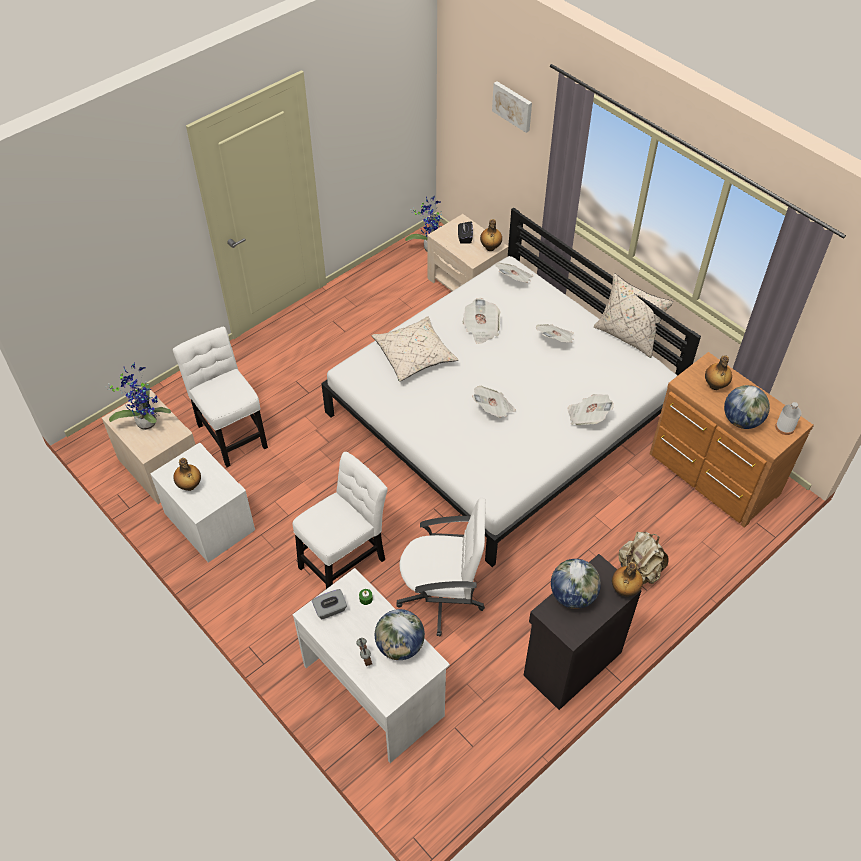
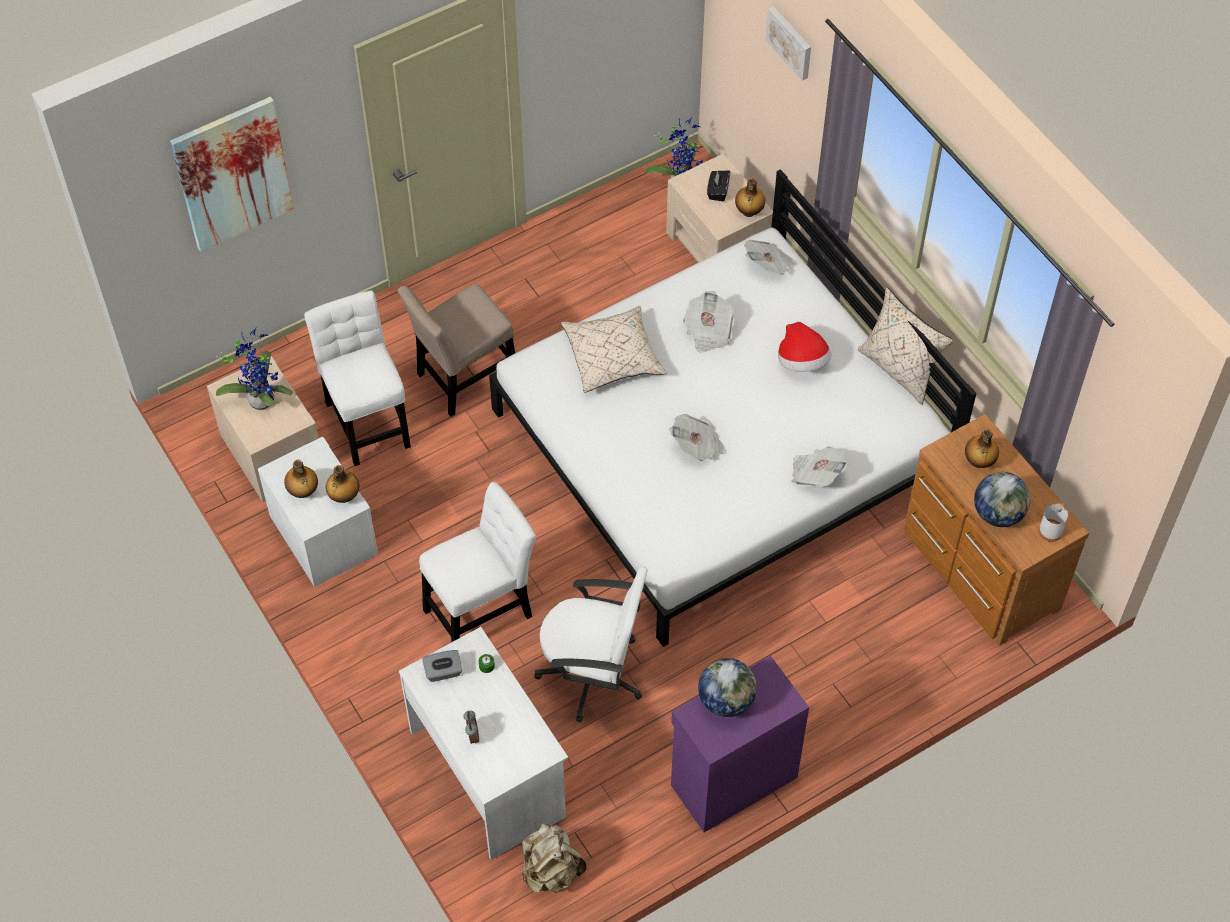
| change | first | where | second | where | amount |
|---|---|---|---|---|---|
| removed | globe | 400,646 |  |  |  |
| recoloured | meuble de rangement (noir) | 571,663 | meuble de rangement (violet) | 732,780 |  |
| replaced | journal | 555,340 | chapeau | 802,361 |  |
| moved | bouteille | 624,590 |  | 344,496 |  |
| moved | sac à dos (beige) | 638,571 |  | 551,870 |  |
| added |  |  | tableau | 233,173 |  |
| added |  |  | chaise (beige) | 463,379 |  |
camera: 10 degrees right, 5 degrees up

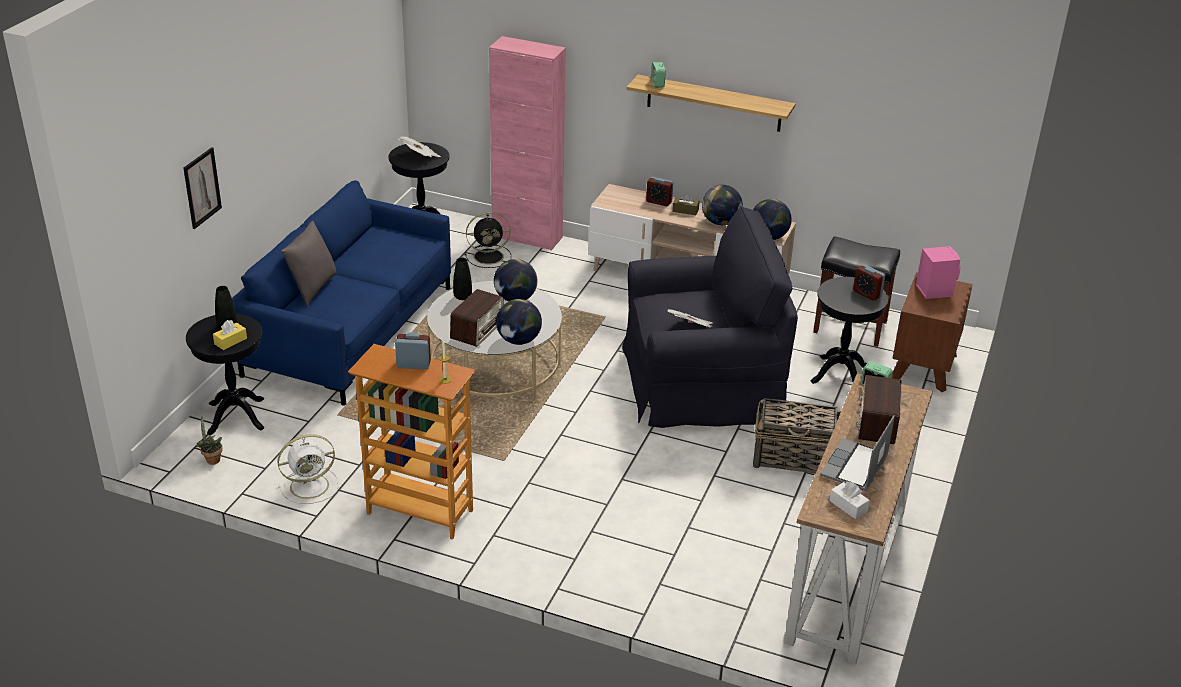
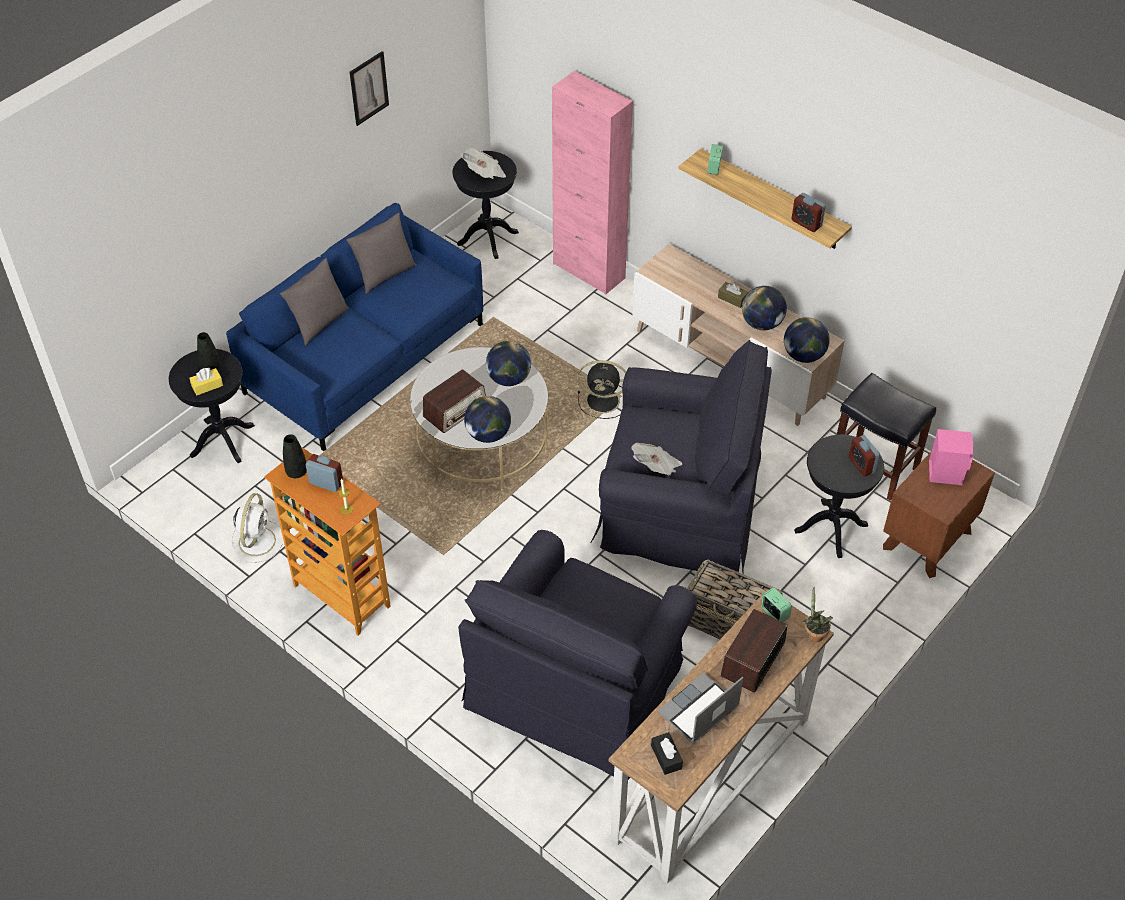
| change | first | where | second | where | amount |
|---|---|---|---|---|---|
| moved | tableau | 202,188 |  | 369,88 |  |
| moved | plante en pot | 211,459 |  | 813,634 |  |
| turned | ventilateur (blanc) | 311,486 |  | 257,540 | 75 degrees counterclockwise |
| moved | vase (noir) | 462,297 |  | 296,472 |  |
| moved | ventilateur (noir) | 490,256 |  | 604,401 |  |
| moved | réveil | 659,202 |  | 806,223 |  |
| recoloured | boîte à mouchoirs (blanc) | 848,506 | boîte à mouchoirs (noir) | 666,757 |  |
| added |  |  | coussin (gris) | 384,275 |  |
| added |  |  | fauteuil (noir) | 579,683 |  |
camera: 20 degrees right, 15 degrees up

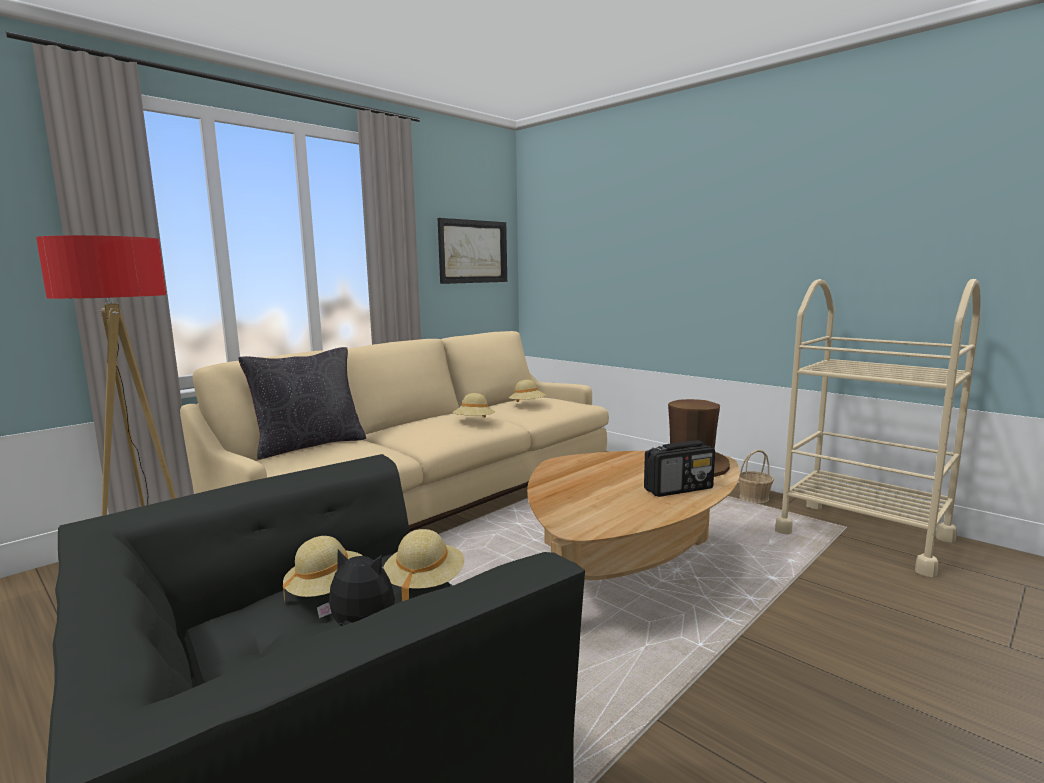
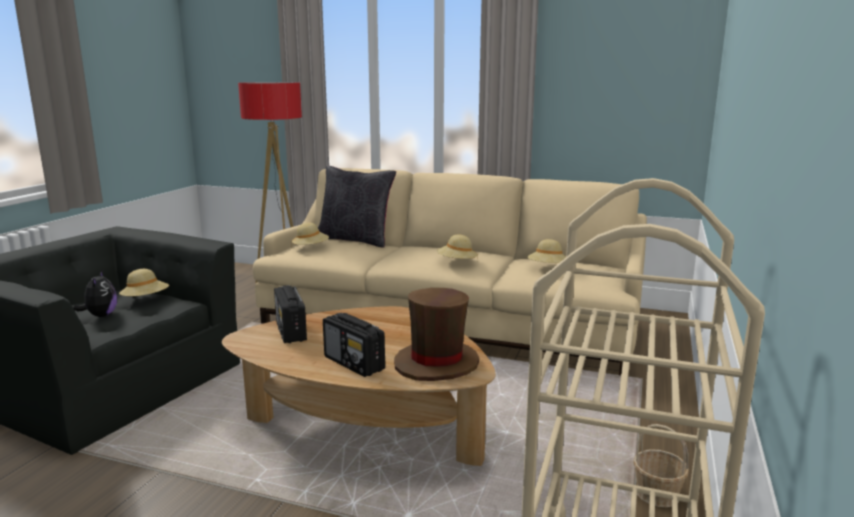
| change | first | where | second | where | amount |
|---|---|---|---|---|---|
| moved | chapeau (beige) | 424,583 |  | 310,248 |  |
| removed | tableau | 473,251 |  |  |  |
| added |  |  | radio | 291,332 |  |
camera: 65 degrees right, 5 degrees up

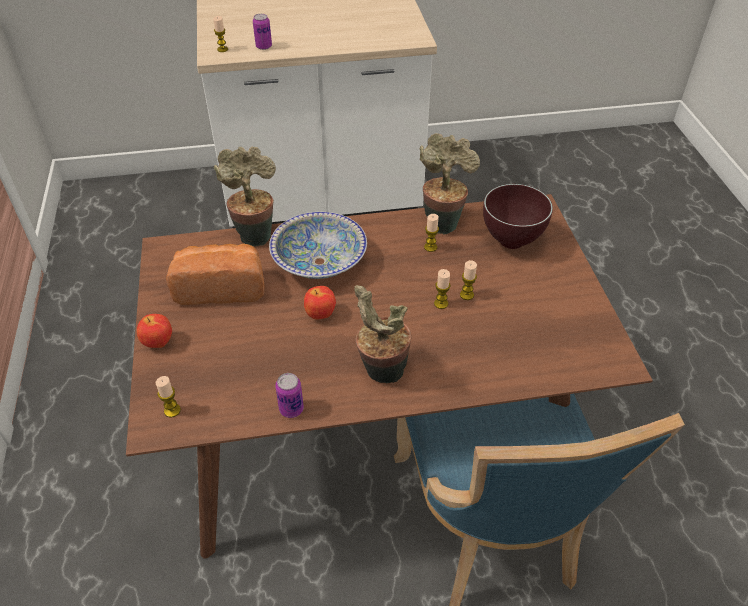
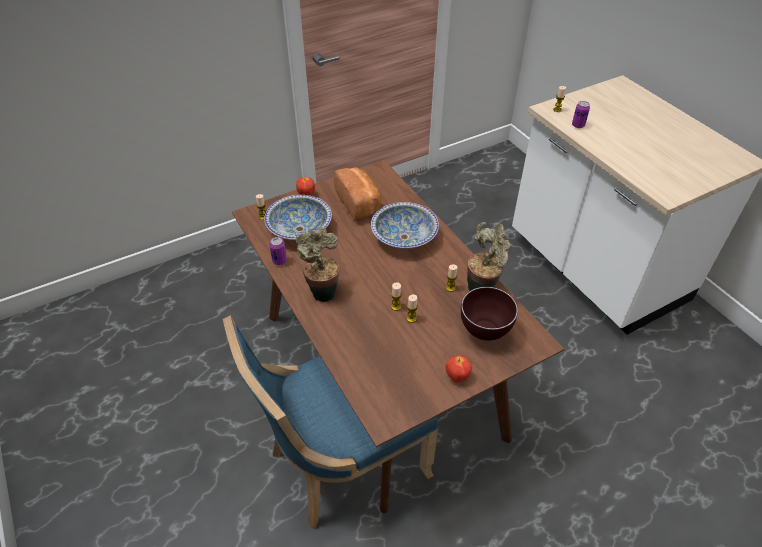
| change | first | where | second | where | amount |
|---|---|---|---|---|---|
| removed | plante en pot | 254,234 |  |  |  |
| moved | pomme | 320,315 |  | 457,377 |  |
| added |  |  | bol | 299,229 |  |
camera: 70 degrees right, 0 degrees up

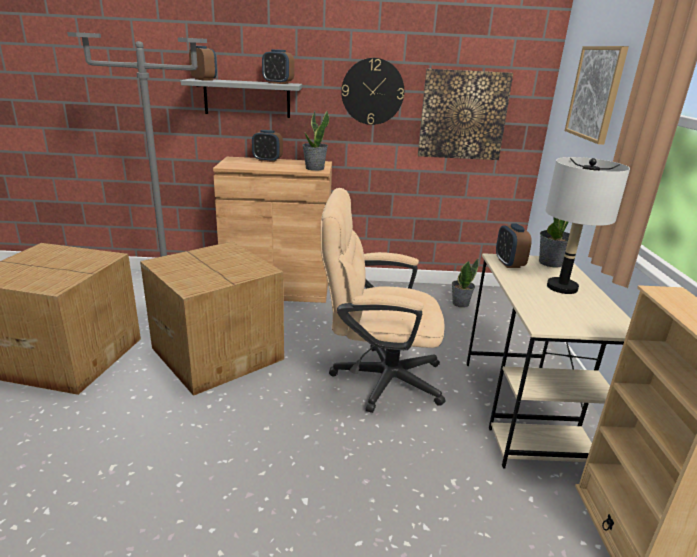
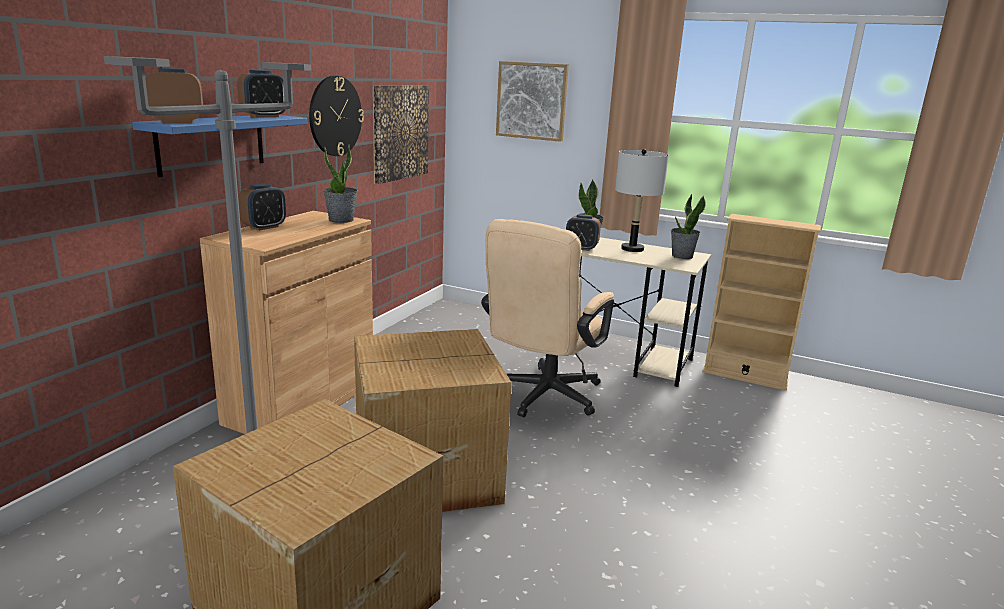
| change | first | where | second | where | amount |
|---|---|---|---|---|---|
| recoloured | étagère (gris) | 247,98 | étagère (bleu) | 212,143 |  |
| moved | plante en pot | 460,303 |  | 681,256 |  |
camera: 65 degrees left, 5 degrees down

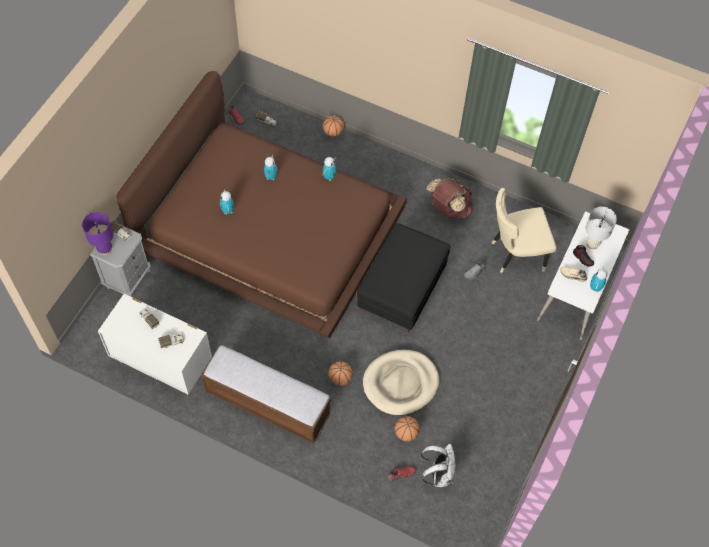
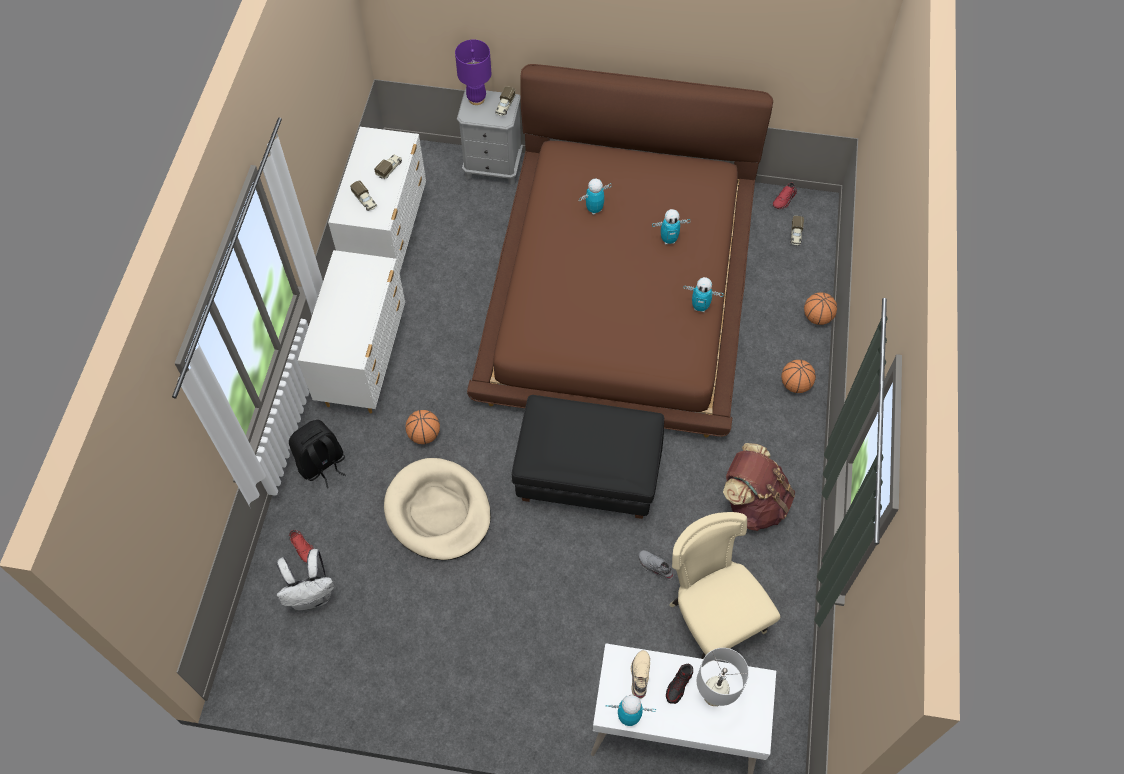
| change | first | where | second | where | amount |
|---|---|---|---|---|---|
| replaced | banc | 267,403 | commode (blanc) | 364,362 |  |
| moved | ballon de basket | 406,433 |  | 795,384 |  |
| added |  |  | sac à dos (noir) | 322,464 |  |
camera: 75 degrees right, 0 degrees up

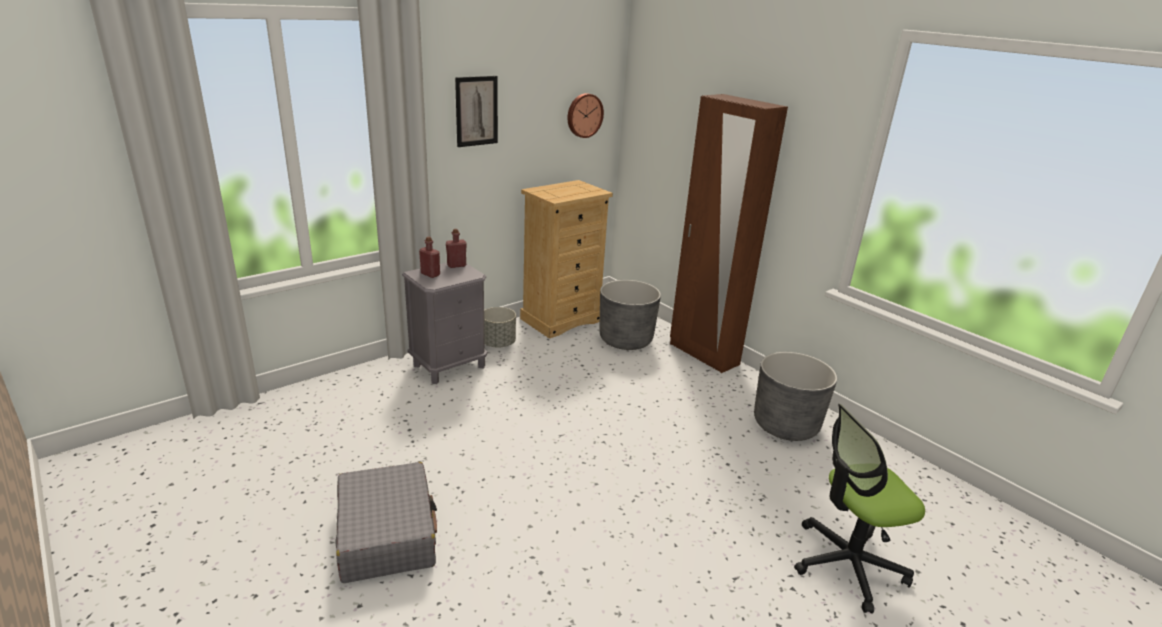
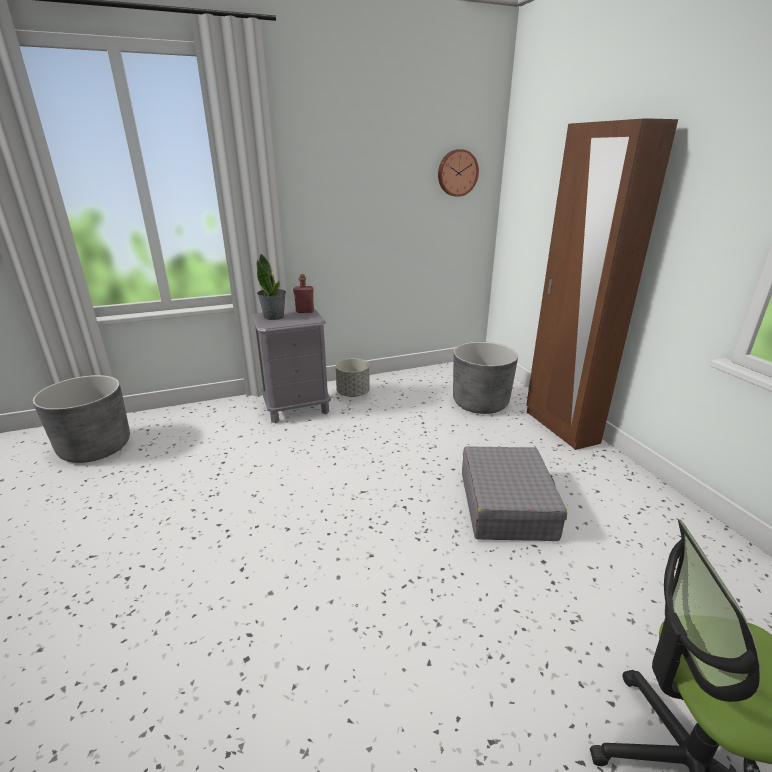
| change | first | where | second | where | amount |
|---|---|---|---|---|---|
| moved | valise (gris) | 387,533 |  | 506,505 |  |
| replaced | bouteille (rouge) | 430,274 | plante en pot | 274,316 |  |
| removed | tableau | 476,111 |  |  |  |
| removed | commode (beige) | 561,319 |  |  |  |
| moved | cache-pot (gris) | 785,425 |  | 95,447 |  |
camera: 20 degrees right, 0 degrees up

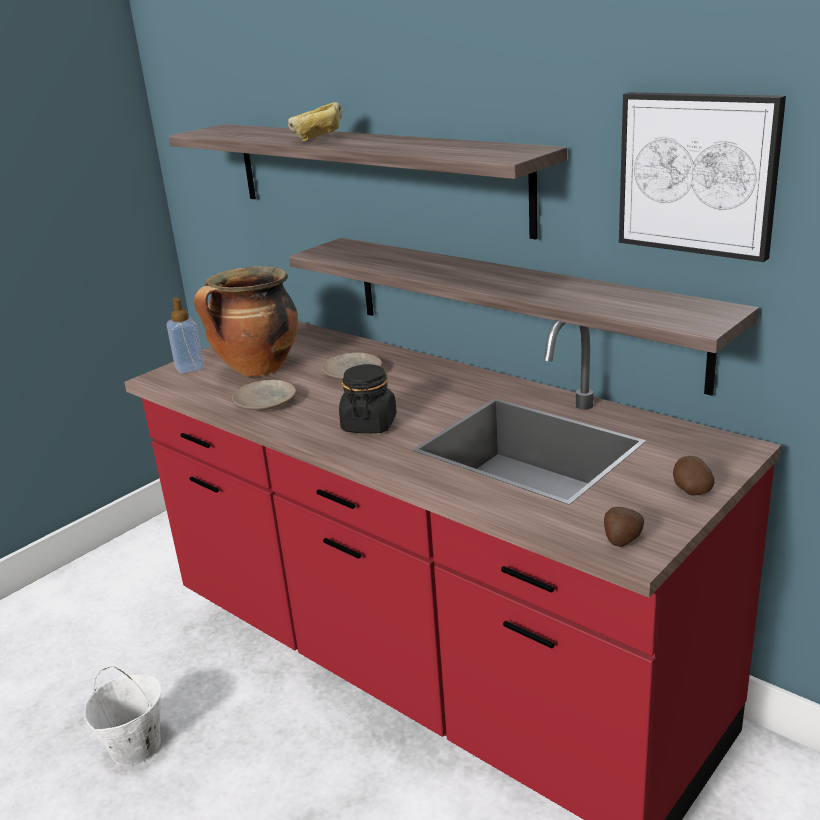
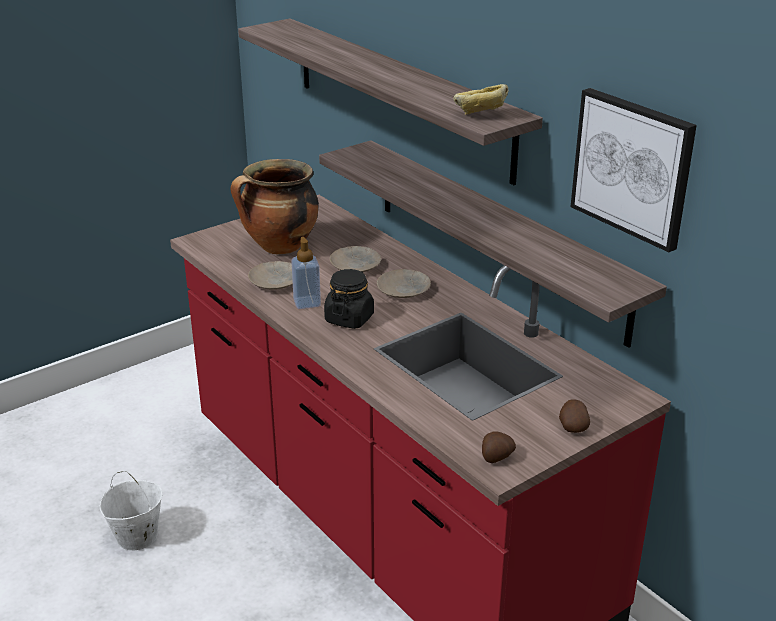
| change | first | where | second | where | amount |
|---|---|---|---|---|---|
| moved | distributeur de savon | 189,368 |  | 307,302 |  |
| moved | pain | 318,140 |  | 480,116 |  |
| added |  |  | assiette (beige) | 404,290 |  |
camera: 10 degrees right, 5 degrees up

